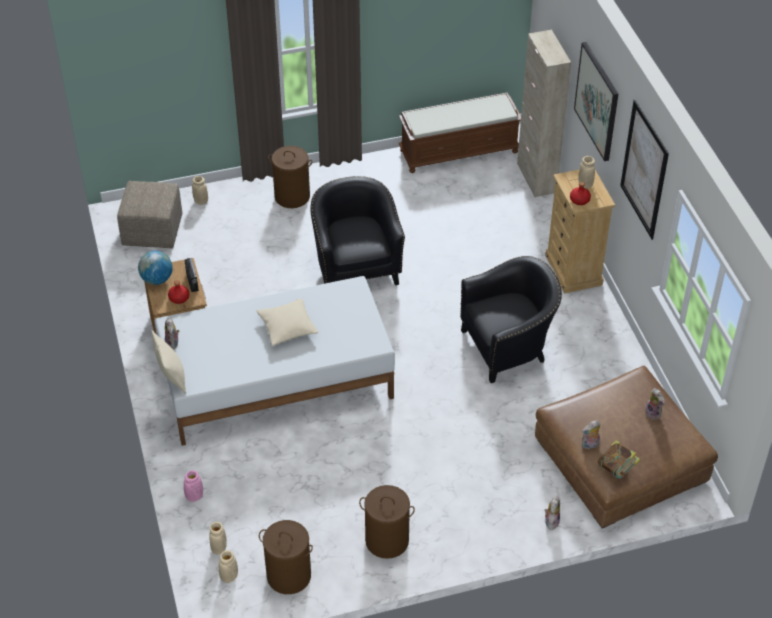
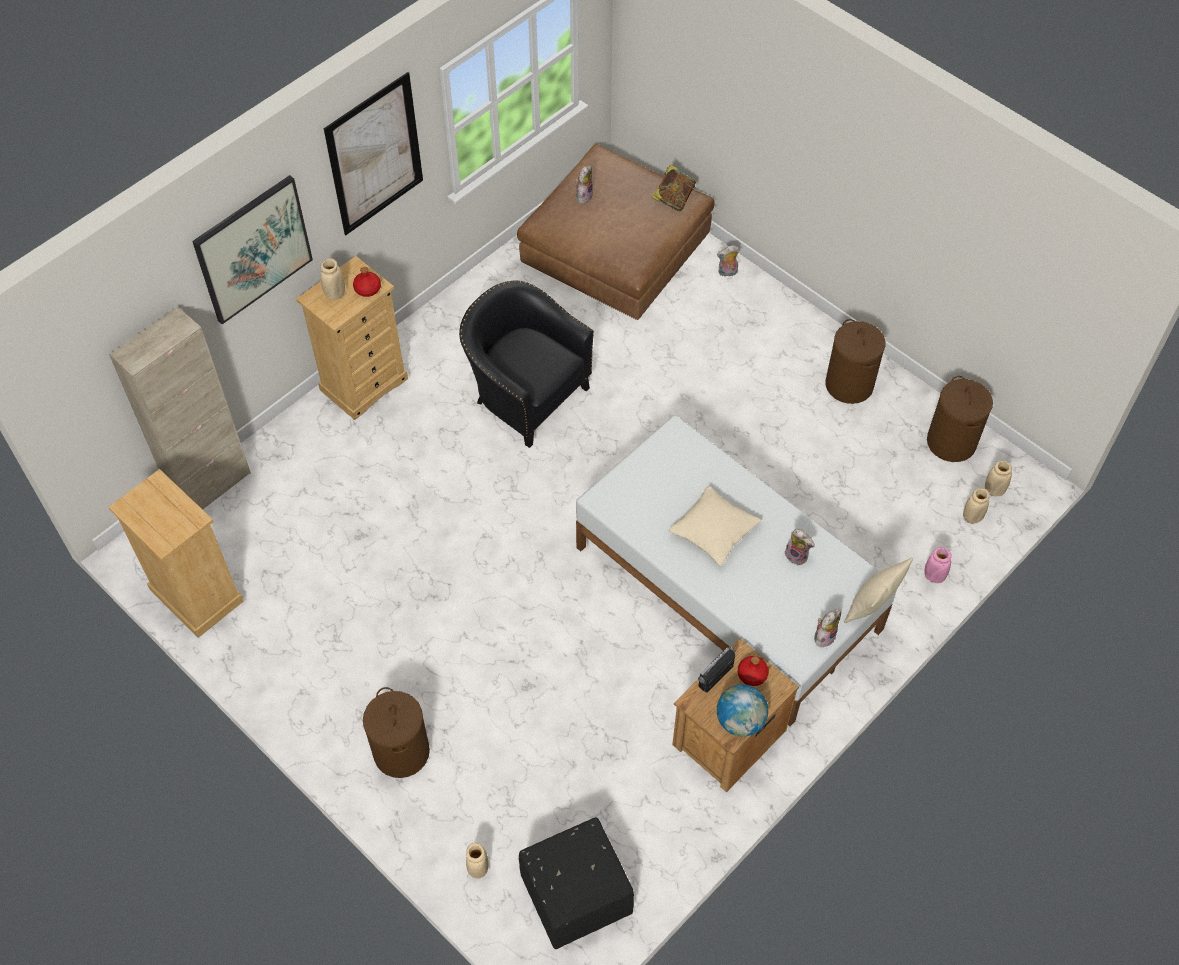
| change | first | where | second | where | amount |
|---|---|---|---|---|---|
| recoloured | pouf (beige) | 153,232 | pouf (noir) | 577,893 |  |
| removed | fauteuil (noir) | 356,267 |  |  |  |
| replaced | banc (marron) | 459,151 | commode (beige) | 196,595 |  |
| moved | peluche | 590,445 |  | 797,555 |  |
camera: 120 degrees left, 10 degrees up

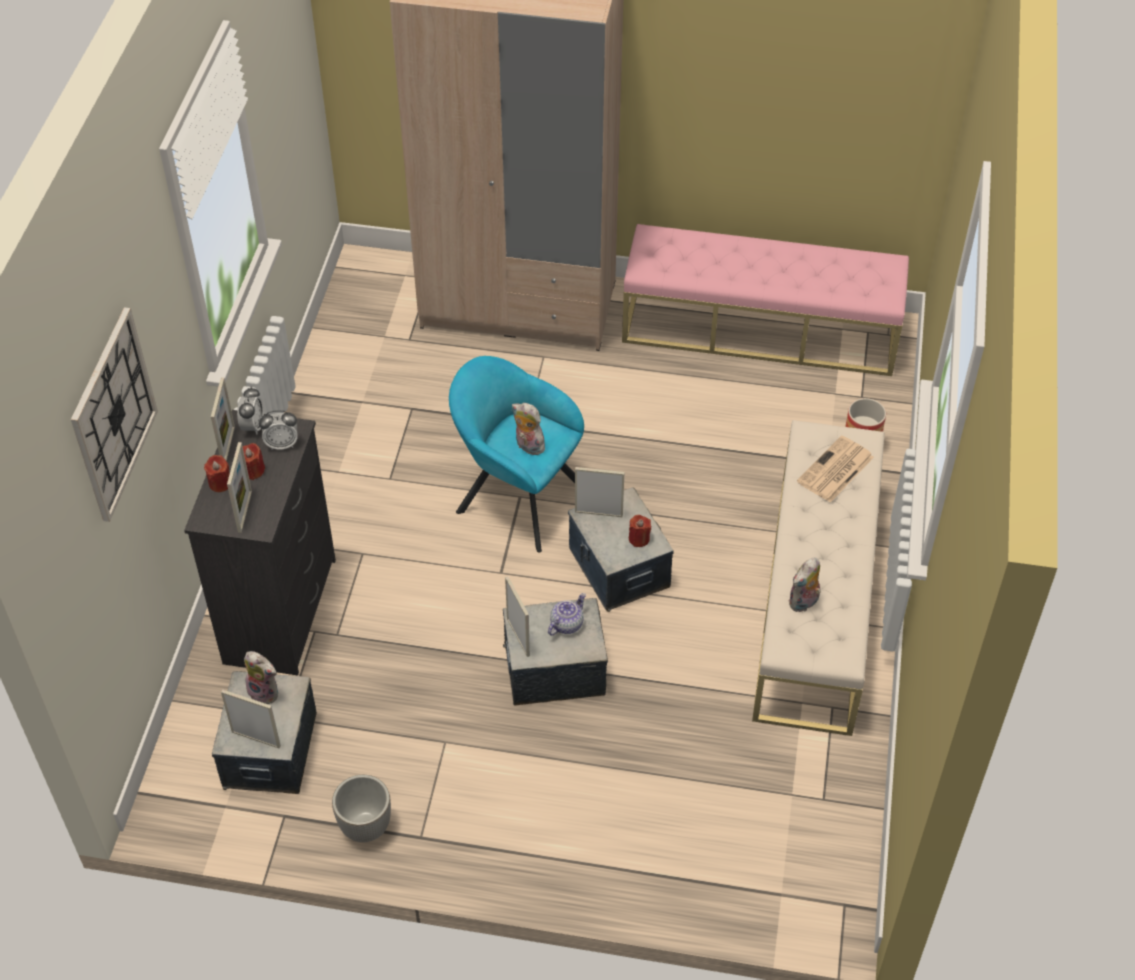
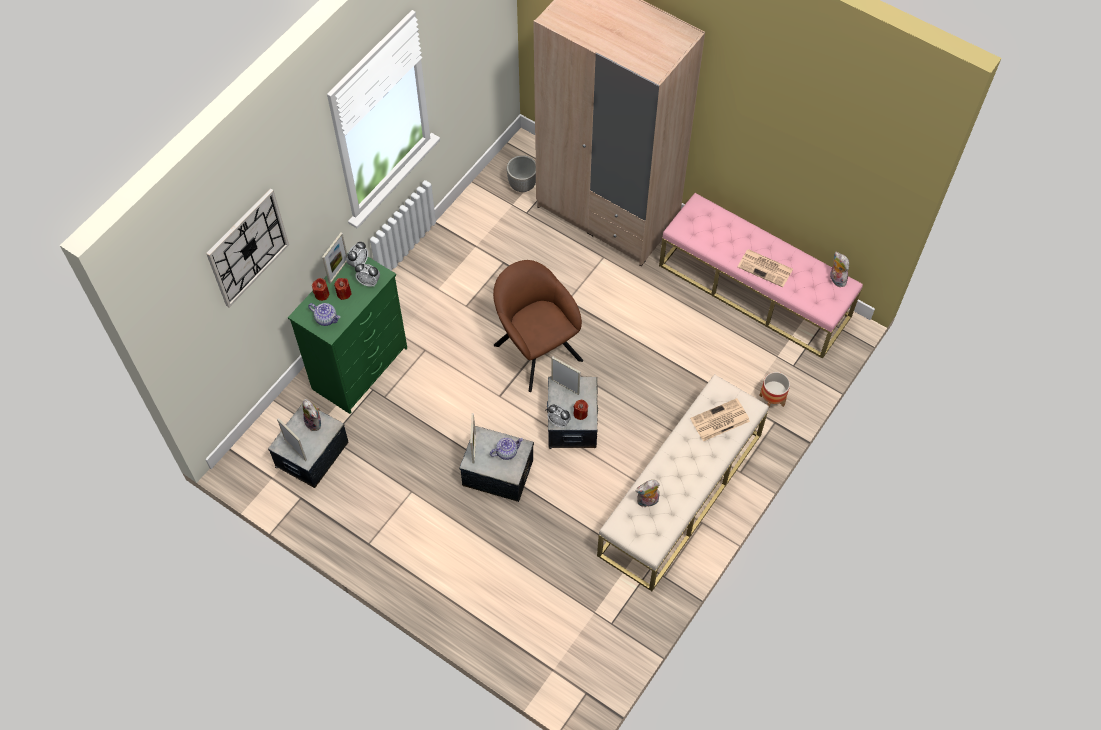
| change | first | where | second | where | amount |
|---|---|---|---|---|---|
| recoloured | commode (noir) | 282,609 | commode (vert) | 361,368 |  |
| replaced | cadre photo | 245,511 | théière | 326,318 |  |
| moved | cache-pot | 366,826 |  | 522,185 |  |
| recoloured | fauteuil (turquoise) | 516,496 | fauteuil (marron) | 535,349 |  |
| moved | peluche | 528,446 |  | 836,279 |  |
| added |  |  | réveil | 559,422 |  |
| added |  |  | journal | 766,268 |  |
camera: 25 degrees right, 10 degrees up

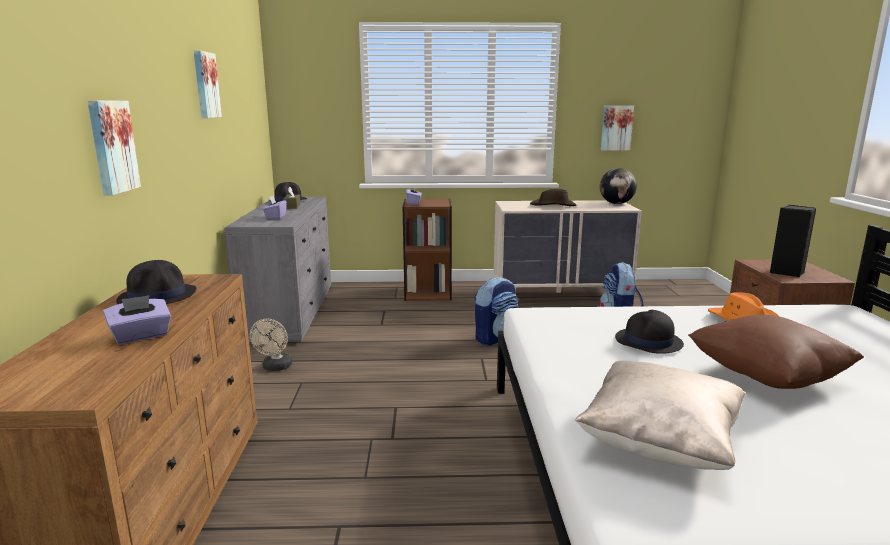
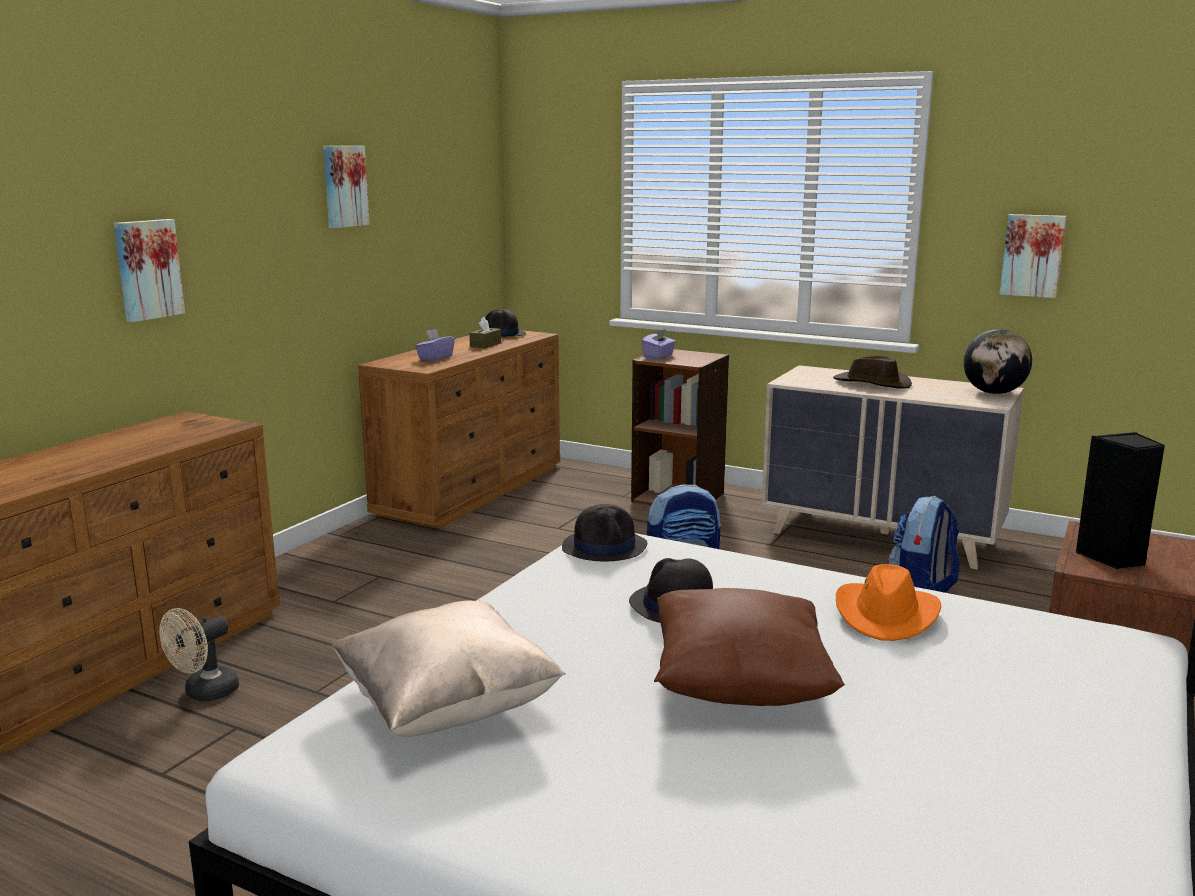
| change | first | where | second | where | amount |
|---|---|---|---|---|---|
| removed | boîte à mouchoirs (violet) | 141,336 |  |  |  |
| moved | chapeau (noir) | 158,296 |  | 605,547 |  |
| recoloured | commode (gris) | 291,312 | commode (marron) | 472,490 |  |
| moved | ventilateur (beige) | 275,367 |  | 204,693 |  |
camera: 30 degrees right, 0 degrees up

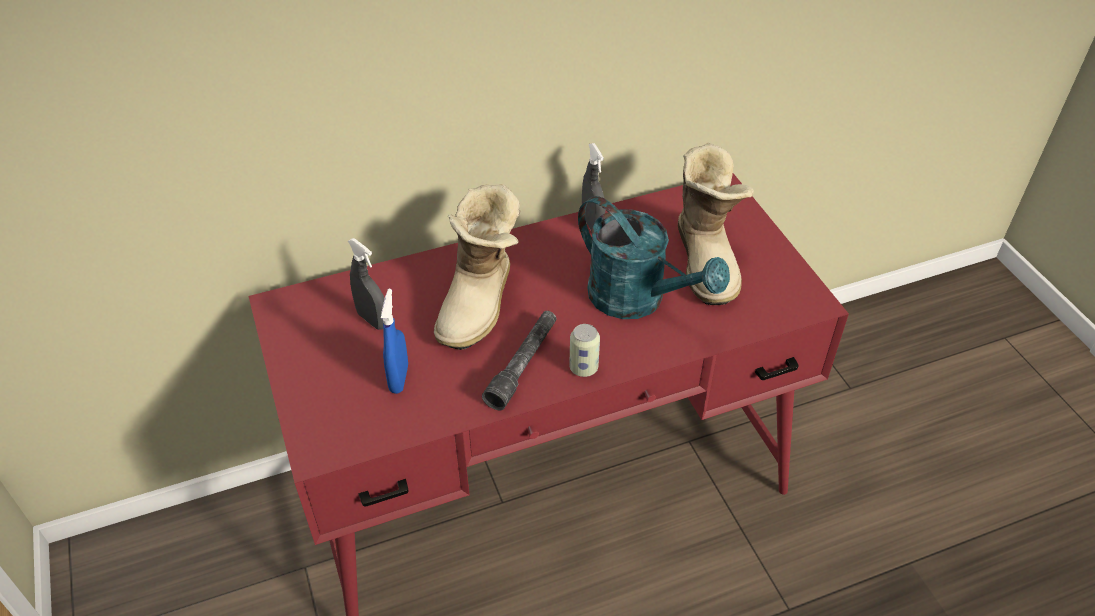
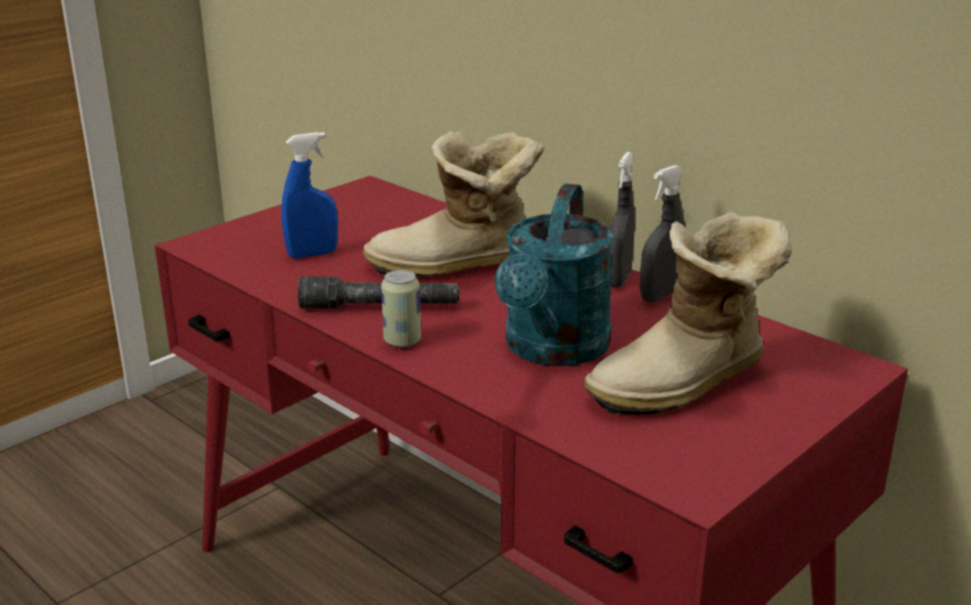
| change | first | where | second | where | amount |
|---|---|---|---|---|---|
| moved | vaporisateur (gris) | 372,320 |  | 618,279 |  |
camera: 65 degrees right, 20 degrees down

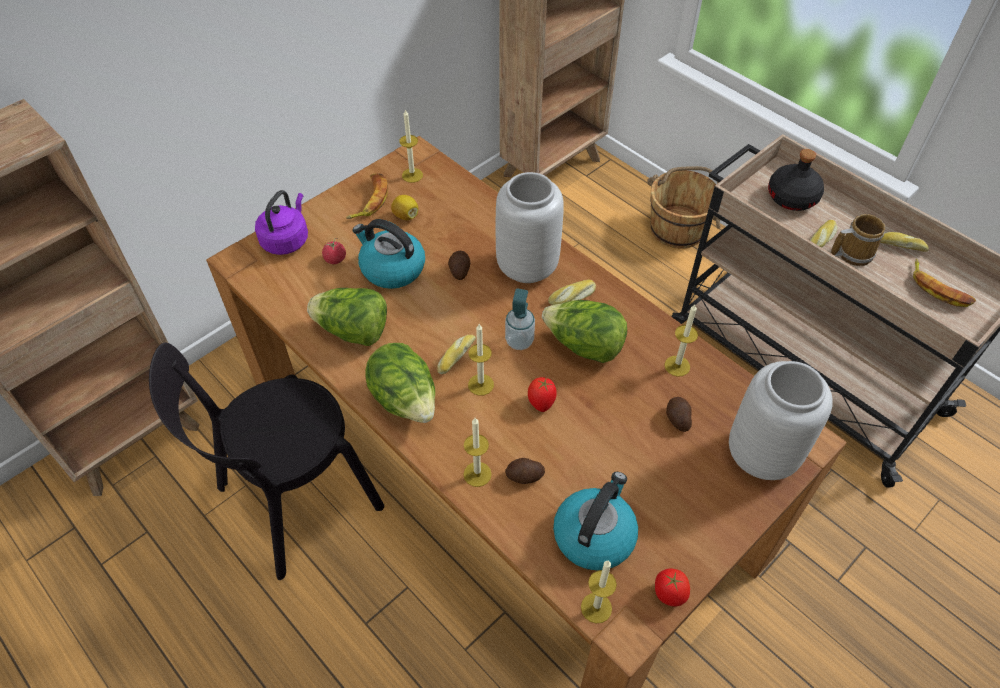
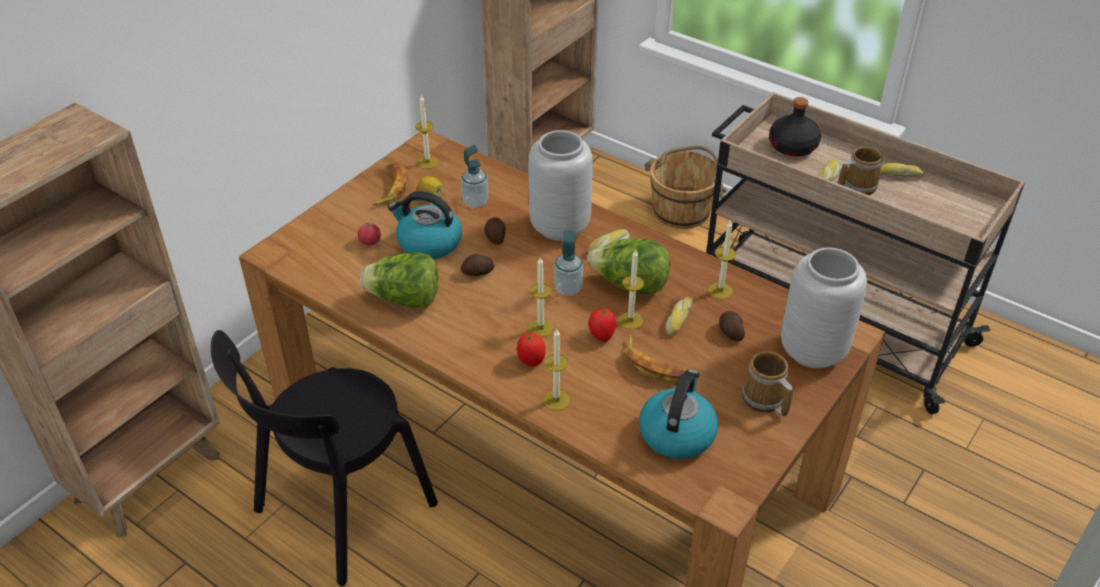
| change | first | where | second | where | amount |
|---|---|---|---|---|---|
| removed | bouilloire (violet) | 286,240 |  |  |  |
| removed | laitue | 405,400 |  |  |  |
| moved | pain | 455,356 |  | 678,319 |  |
| moved | pomme de terre | 525,477 |  | 478,273 |  |
| moved | bougie | 596,608 |  | 630,320 |  |
| moved | tomate | 668,594 |  | 531,361 |  |
| moved | banane | 939,289 |  | 654,365 |  |
| added |  |  | distributeur de savon | 475,202 |  |
| added |  |  | mug | 764,400 |  |
camera: 10 degrees left, 10 degrees down

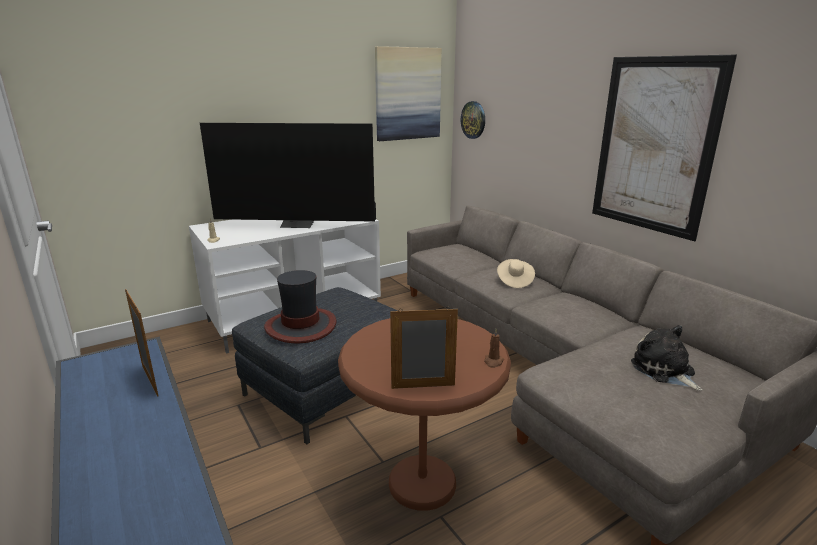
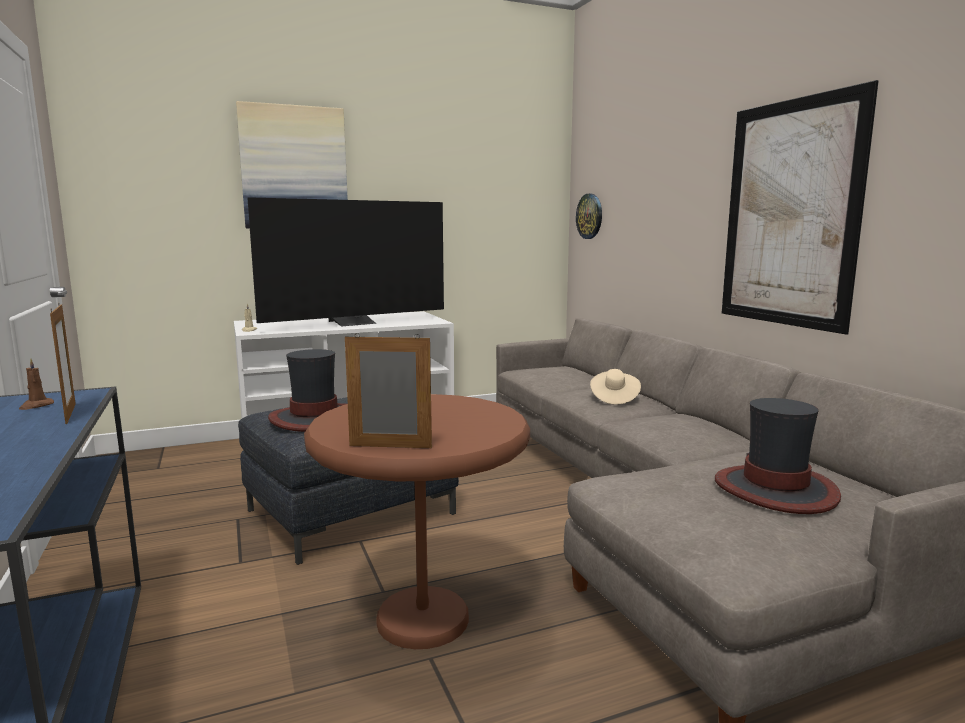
| change | first | where | second | where | amount |
|---|---|---|---|---|---|
| turned | téléviseur | 298,224 |  | 355,323 | 45 degrees counterclockwise |
| moved | tableau | 407,94 |  | 294,168 |  |
| moved | bougie (marron) | 493,362 |  | 36,406 |  |
| replaced | peluche | 664,371 | chapeau | 775,489 |  |
camera: 10 degrees right, 10 degrees down

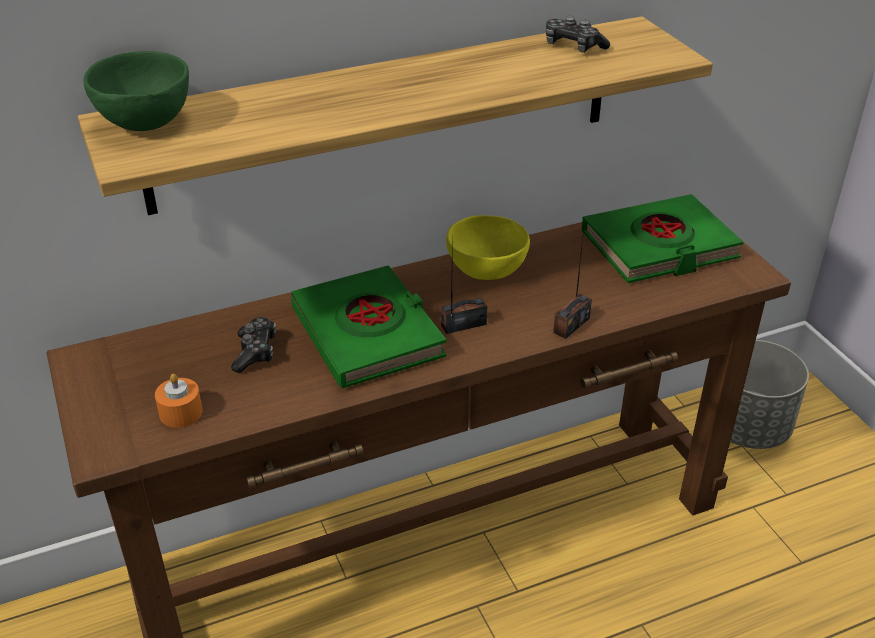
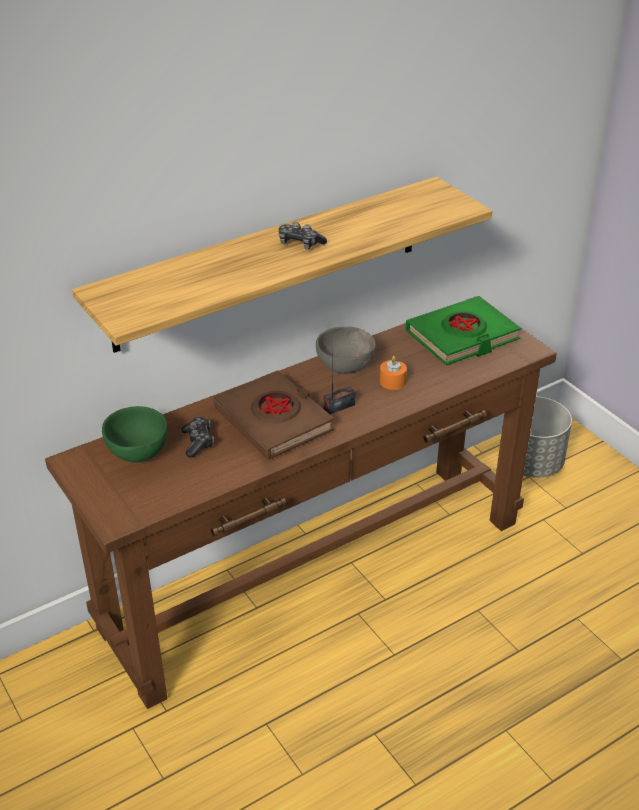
| change | first | where | second | where | amount |
|---|---|---|---|---|---|
| moved | bol (vert) | 144,123 |  | 137,453 |  |
| moved | bougie (orange) | 181,412 |  | 392,381 |  |
| recoloured | livre (vert) | 368,334 | livre (marron) | 274,420 |  |
| recoloured | bol (jaune) | 487,272 | bol (gris) | 346,367 |  |
| moved | manette | 573,46 |  | 300,243 |  |
| removed | radio | 571,325 |  |  |  |
camera: 10 degrees left, 0 degrees up

